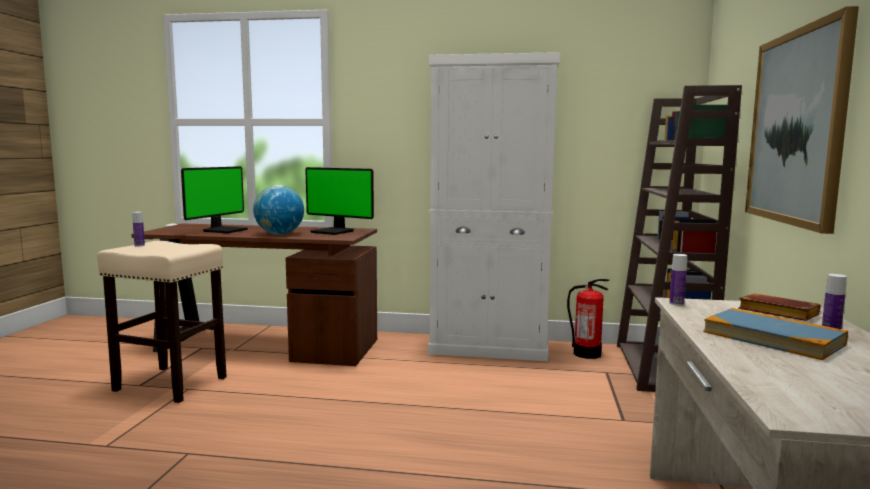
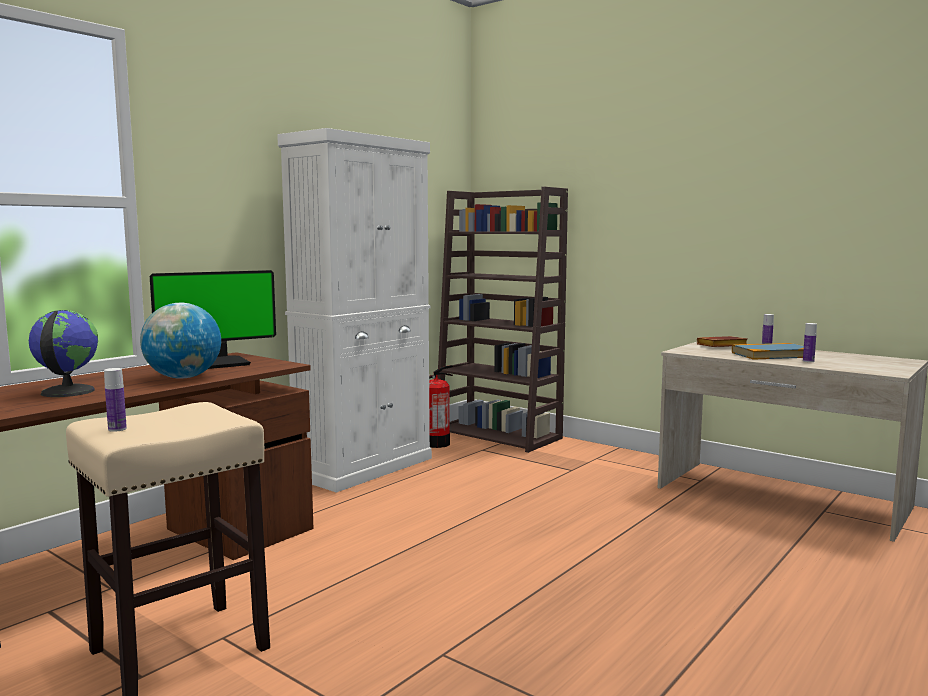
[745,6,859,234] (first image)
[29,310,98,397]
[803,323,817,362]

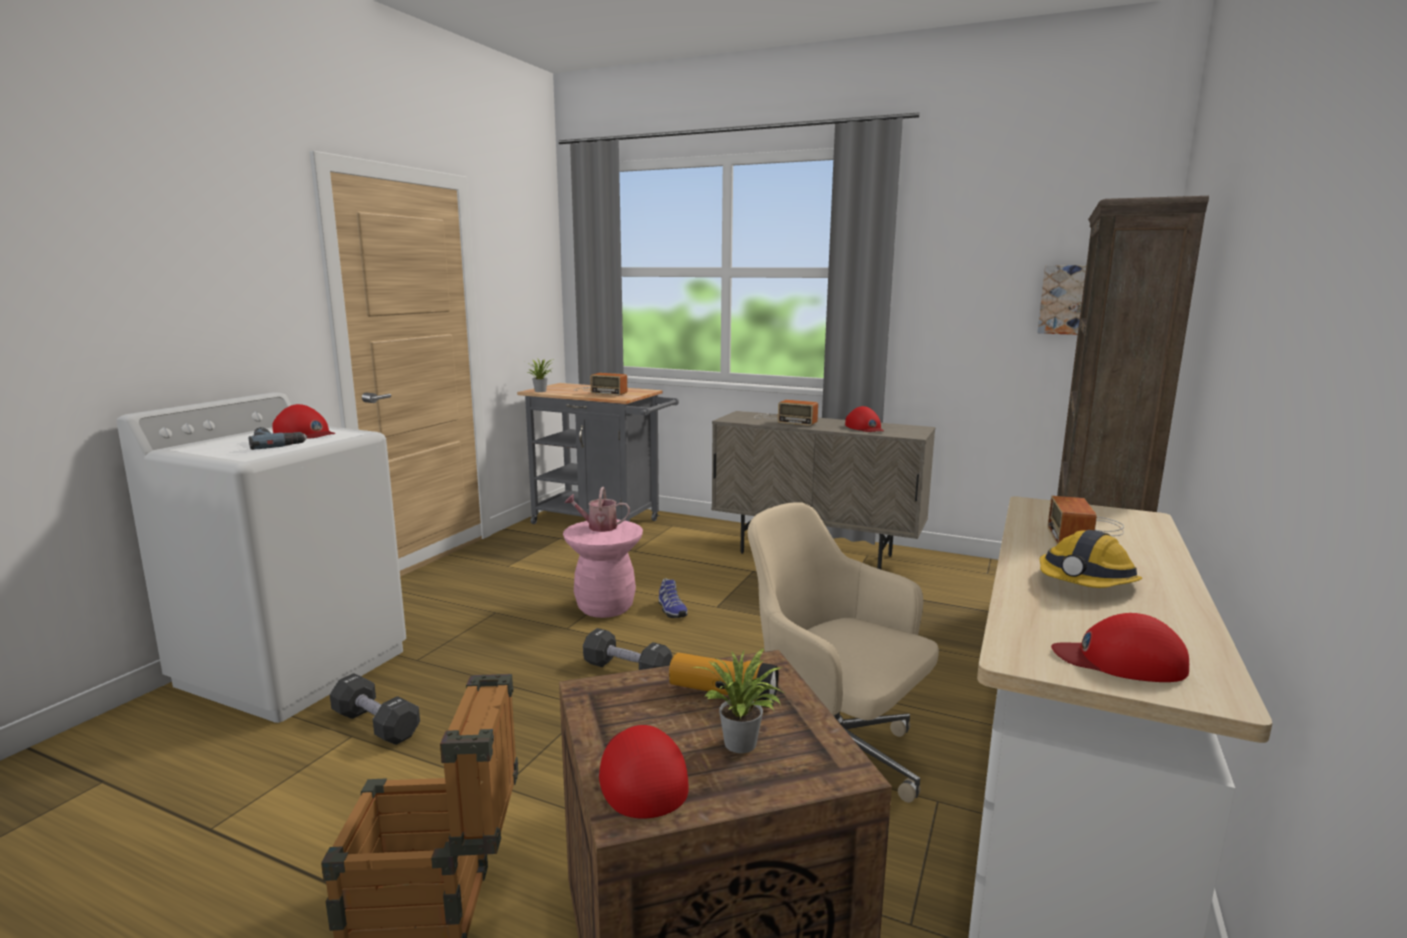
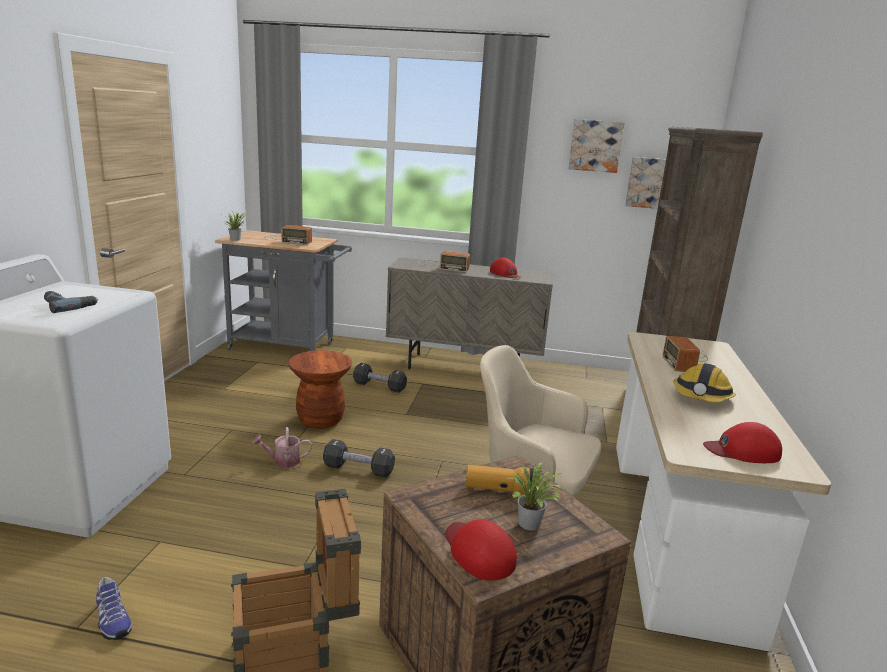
[272,404,336,438] (first image)
[252,427,312,468]
[288,350,352,429]
[96,577,132,640]
[353,363,407,393]
[569,119,624,173]

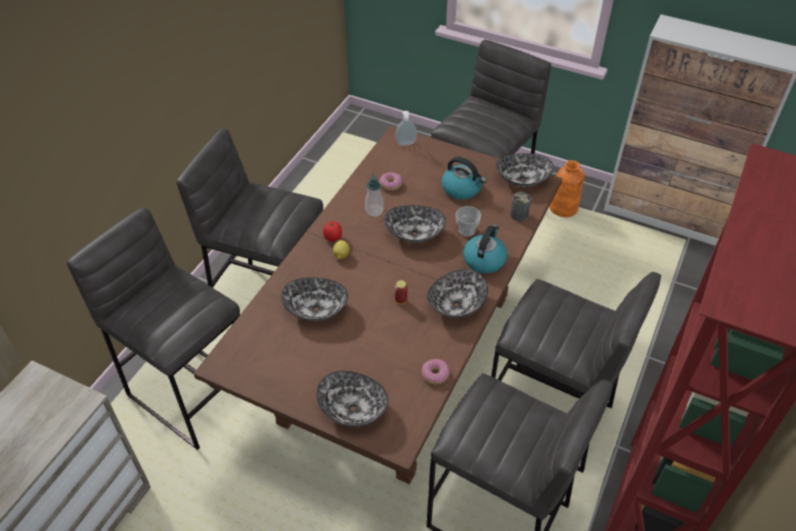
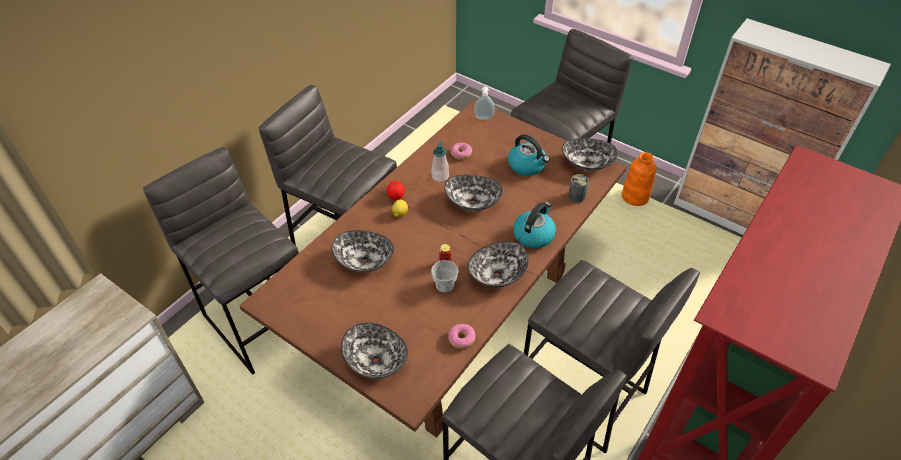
[431,260,459,292]

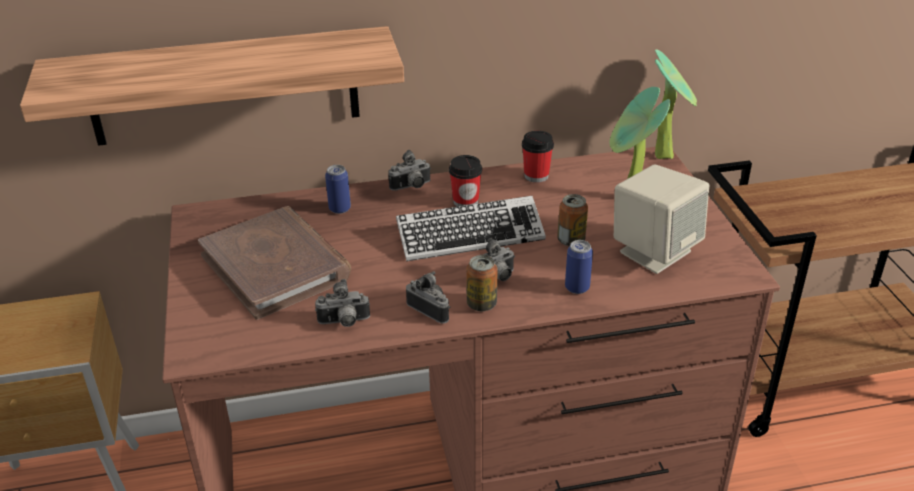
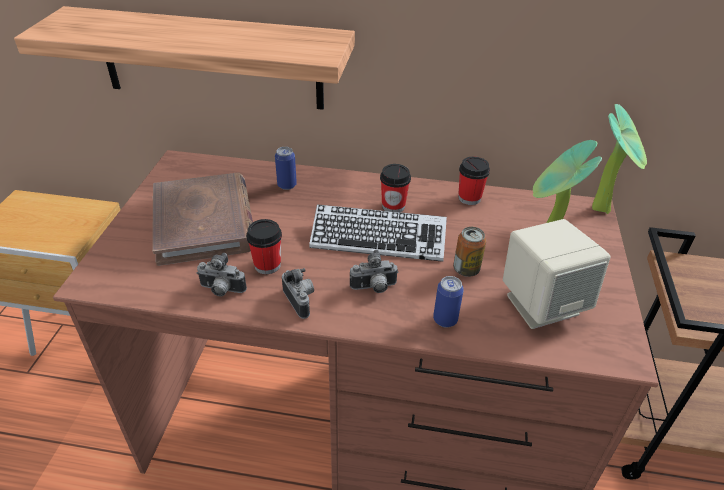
[388,150,431,191] (first image)
[466,255,498,311] (first image)
[246,219,282,274]

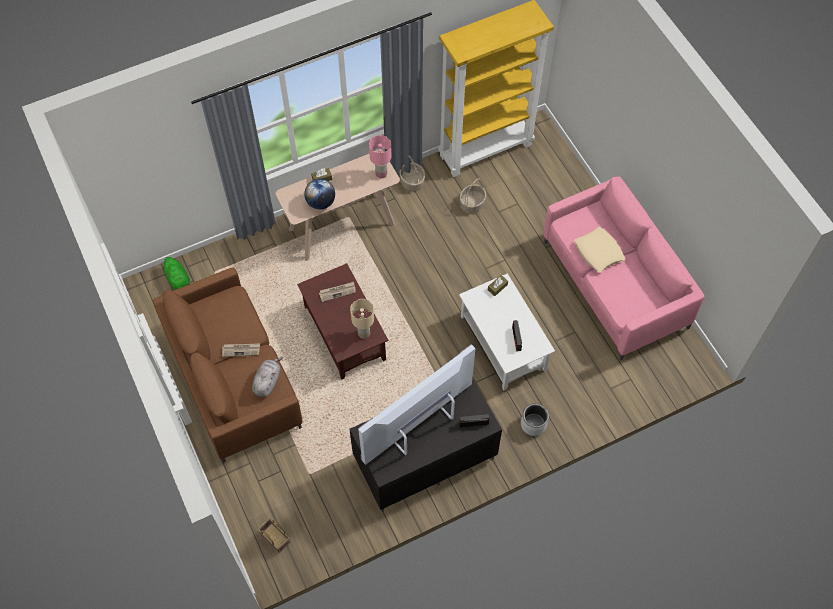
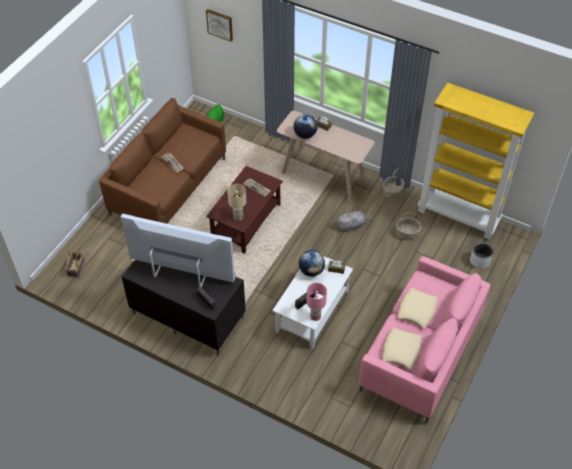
[306,283,327,321]
[337,211,372,231]
[470,242,494,269]
[206,9,233,42]
[299,250,325,277]
[382,327,421,369]

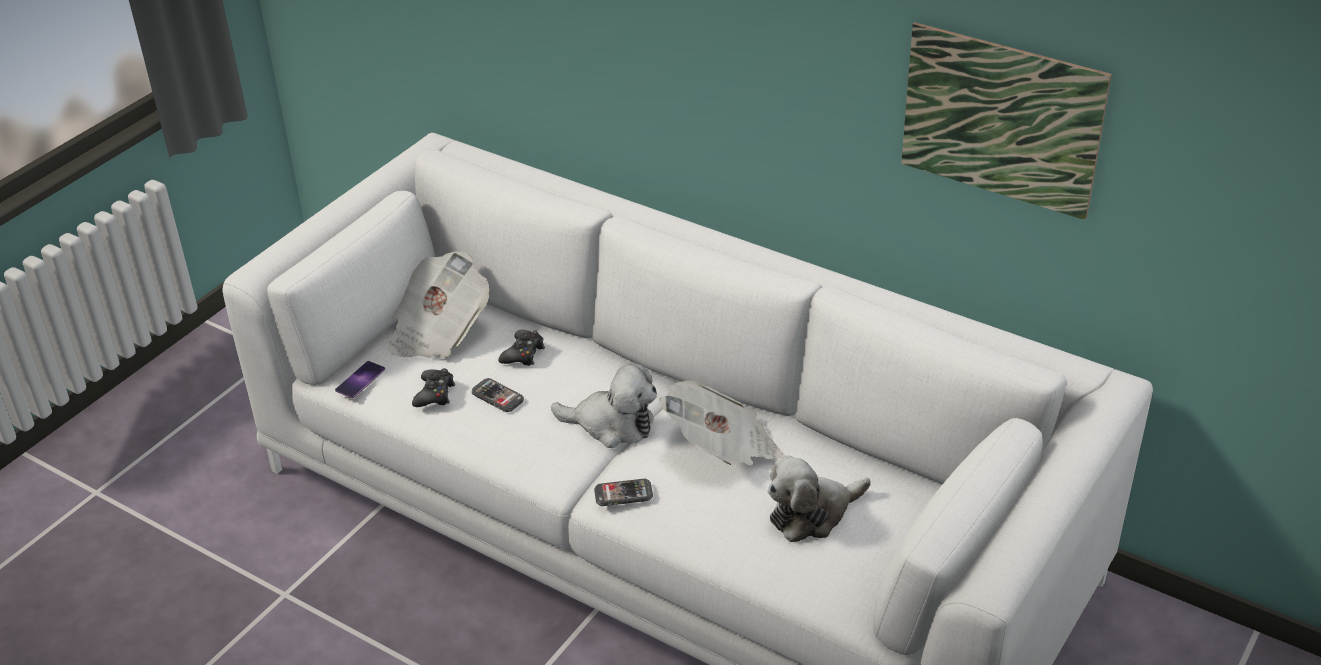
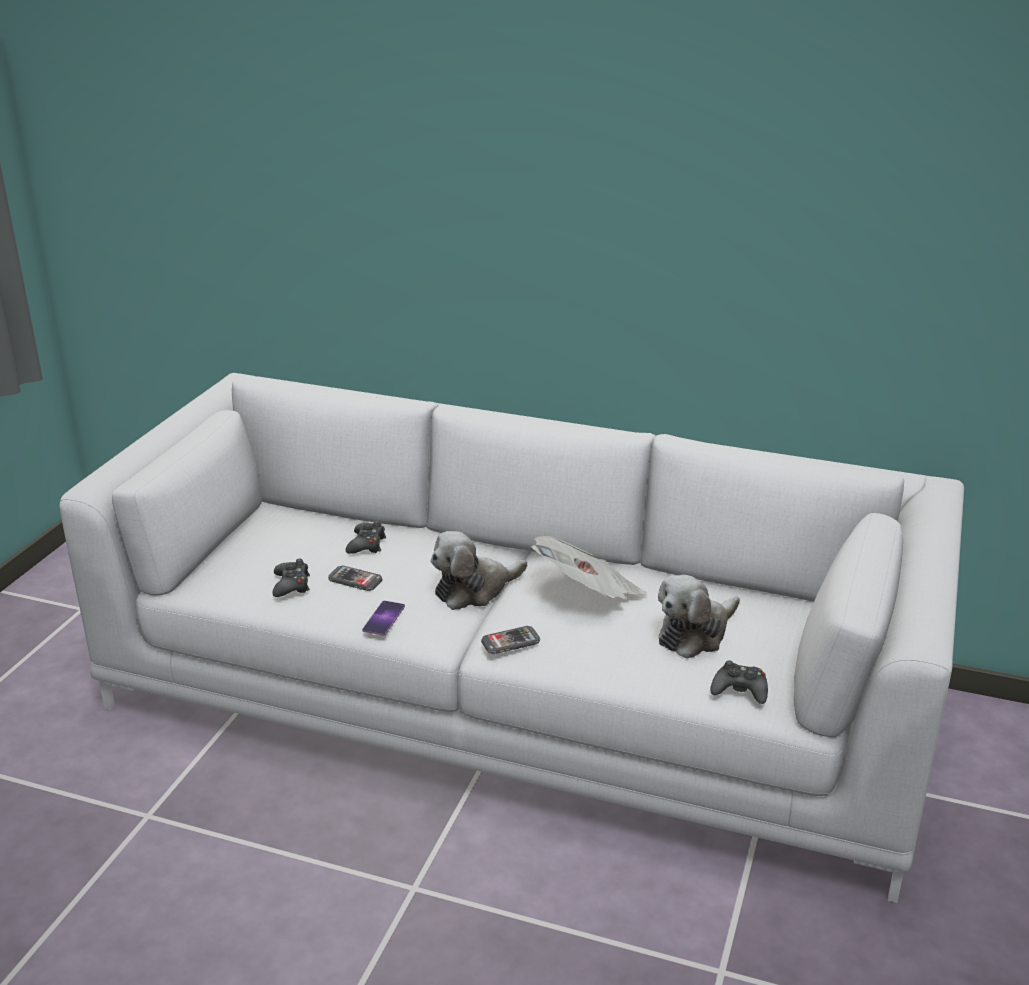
[901,22,1112,220] (first image)
[388,251,489,358] (first image)
[362,601,405,636]
[431,531,527,610]
[710,660,768,704]

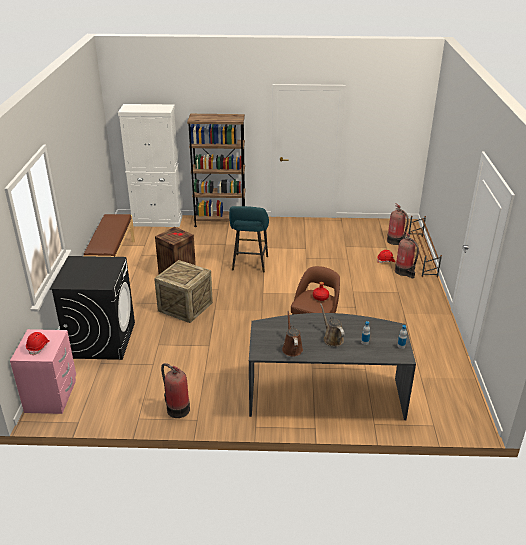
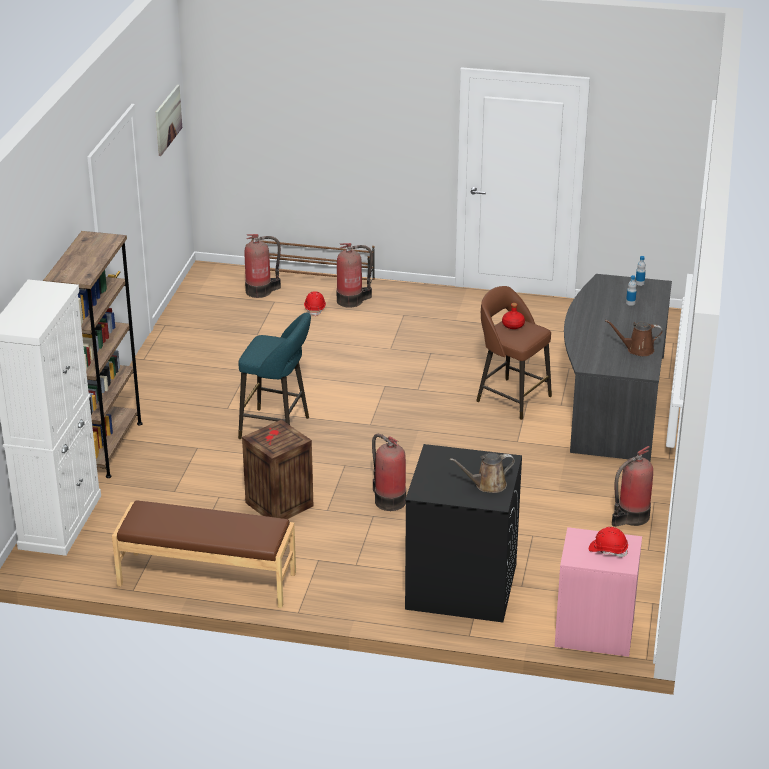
[372,434,406,511]
[450,453,515,493]
[155,85,182,156]

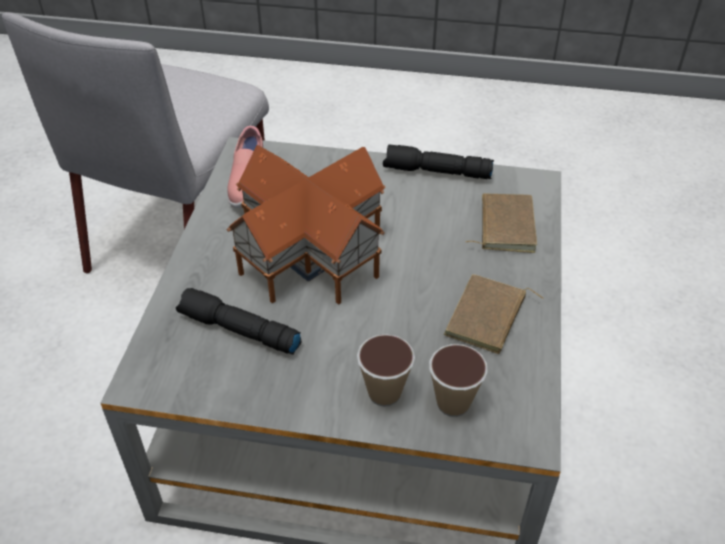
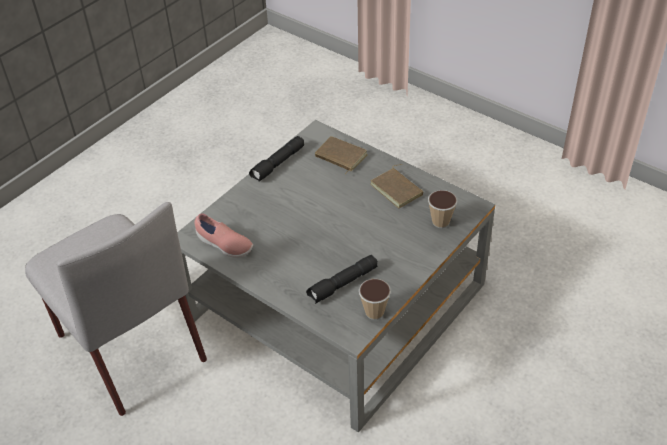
[226,145,386,305] (first image)
[359,279,391,320]

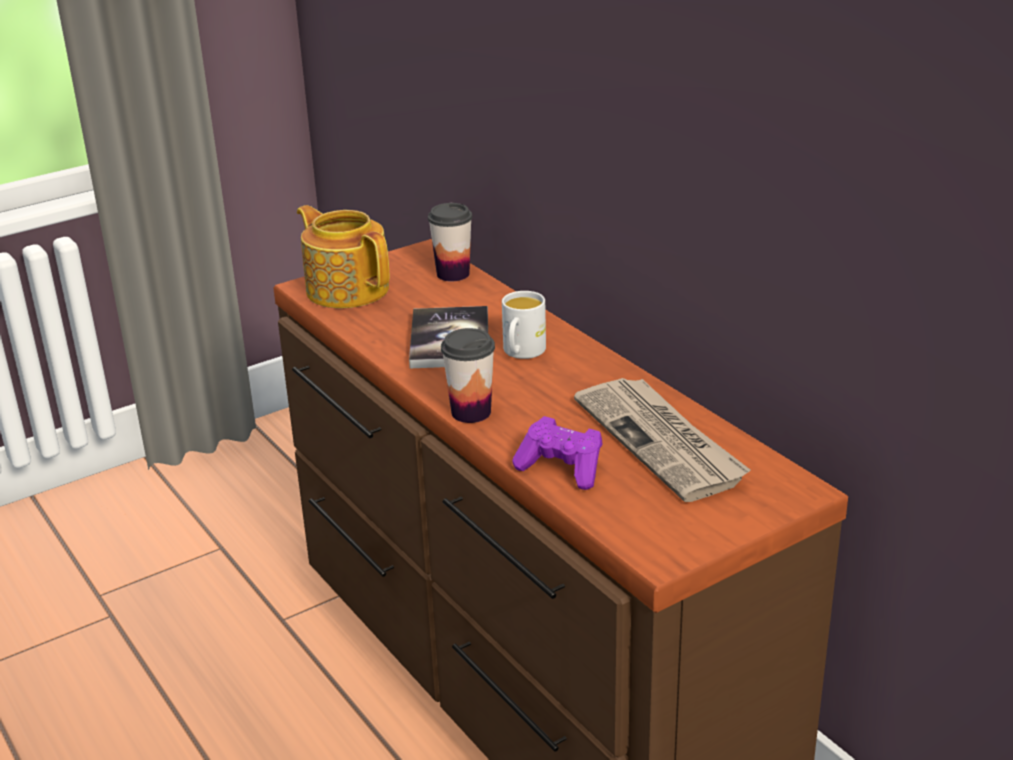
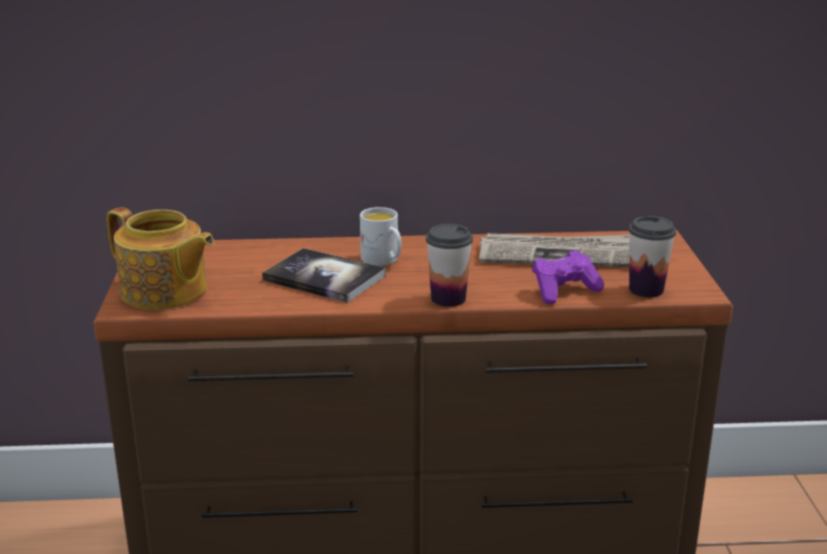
[629,216,676,297]
[107,207,214,310]

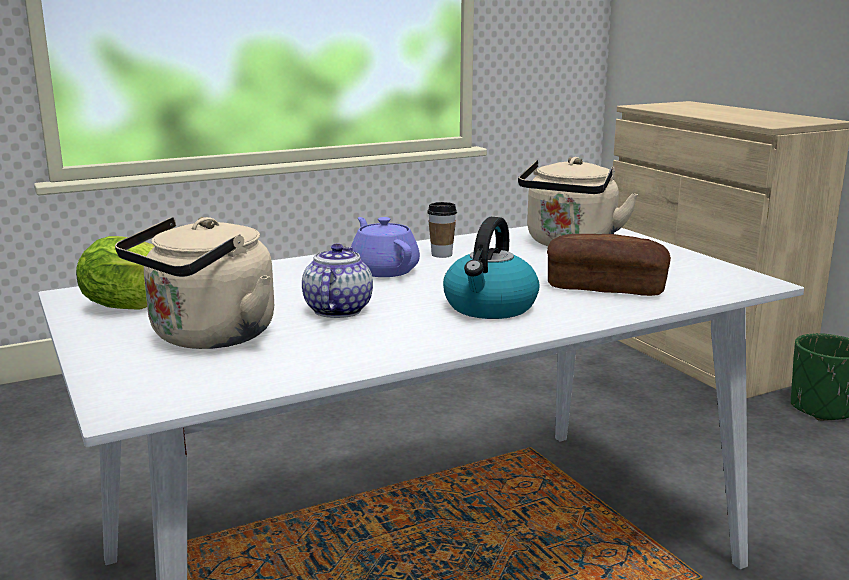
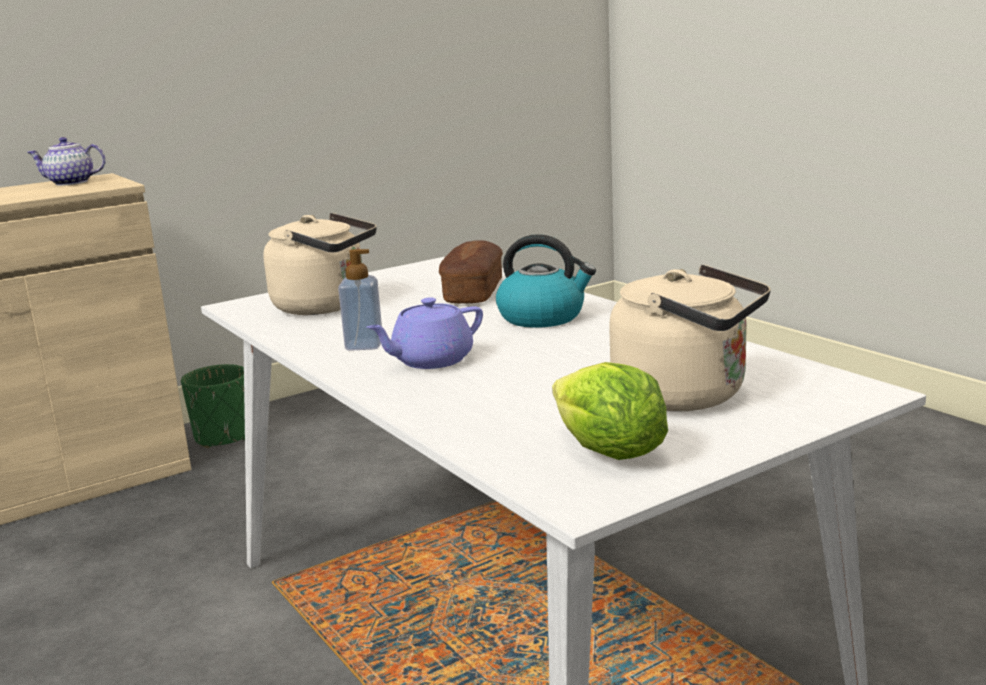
[338,249,382,351]
[27,137,106,186]

